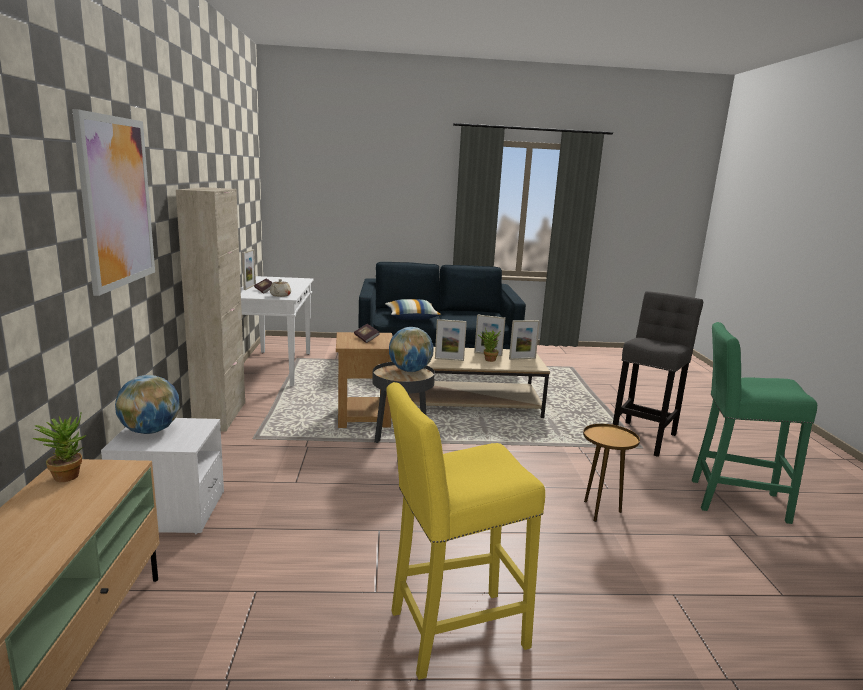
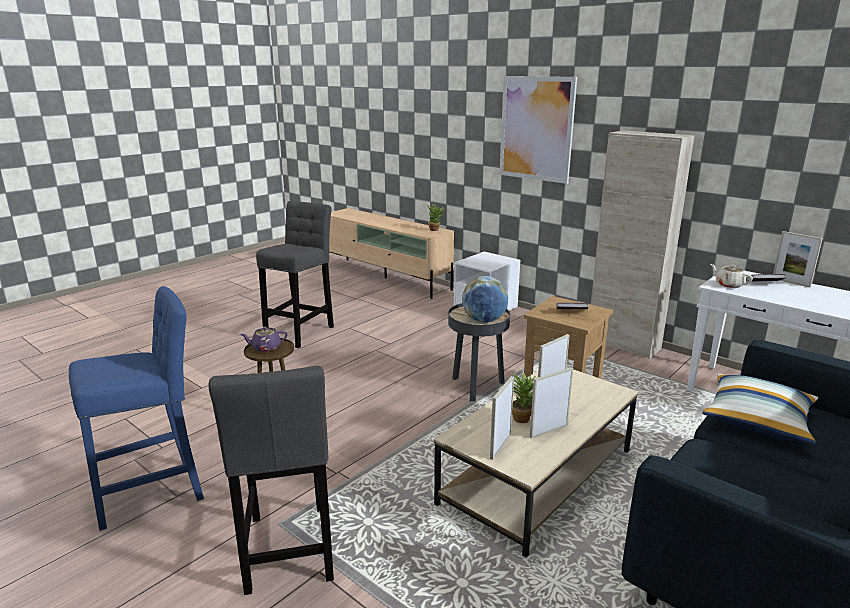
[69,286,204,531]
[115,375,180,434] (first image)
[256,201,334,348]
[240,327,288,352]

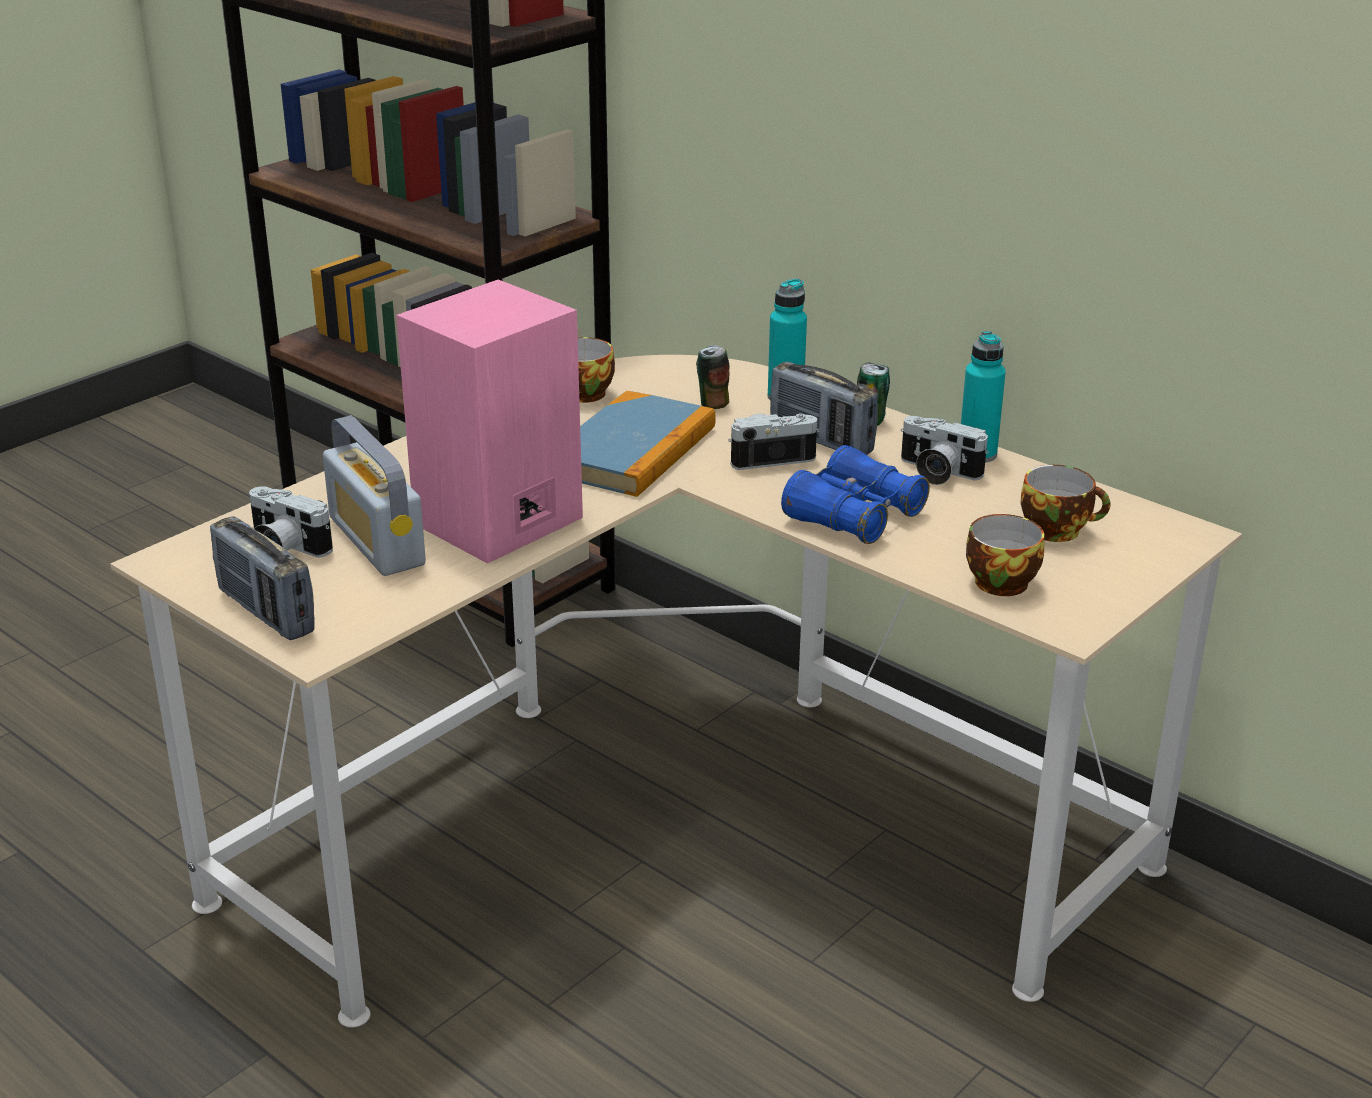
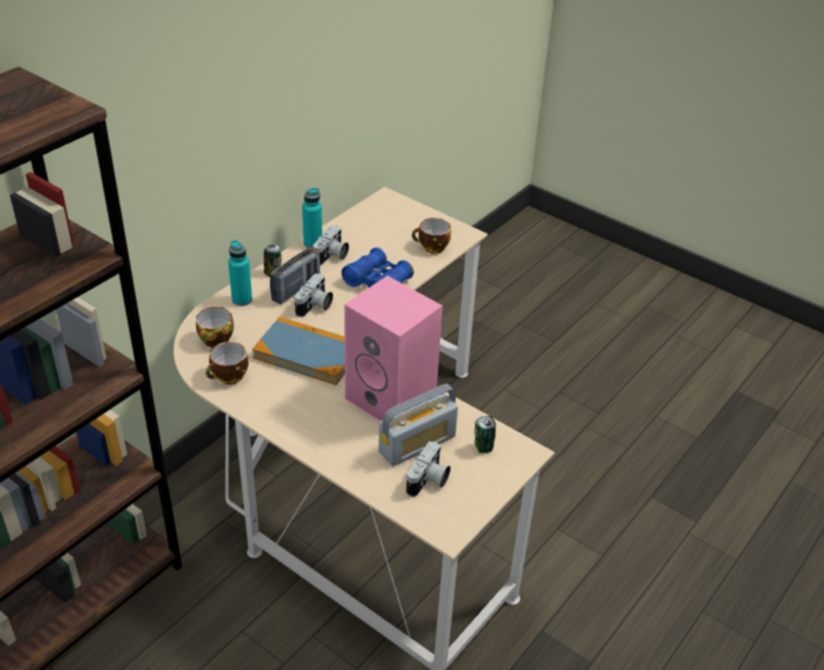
[475,416,496,453]
[295,273,333,317]
[196,307,234,348]
[210,517,315,640] (first image)

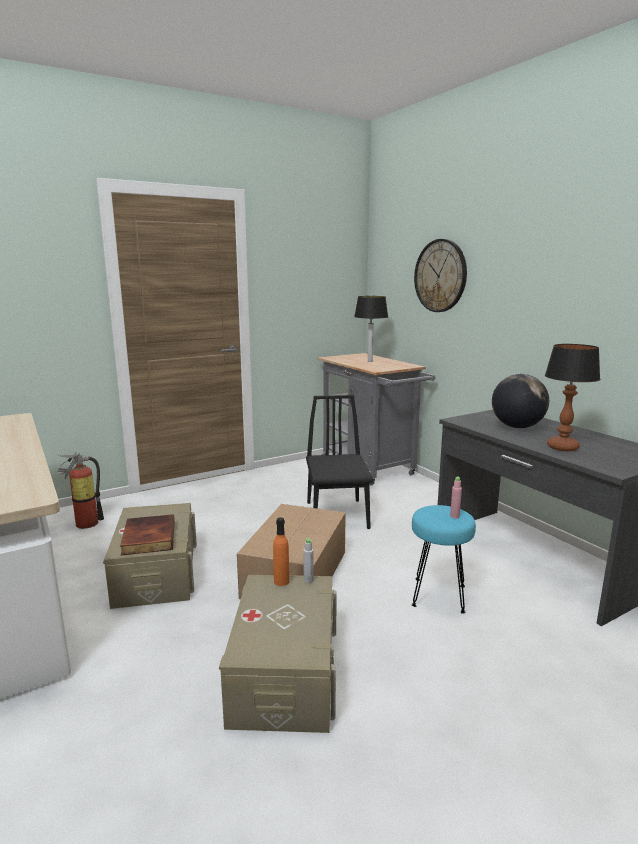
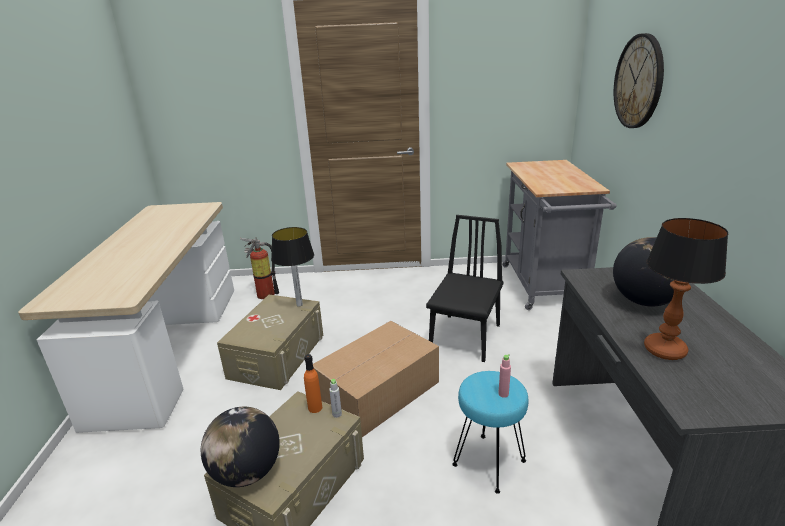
[271,227,314,307]
[120,514,175,556] (first image)
[201,407,280,487]

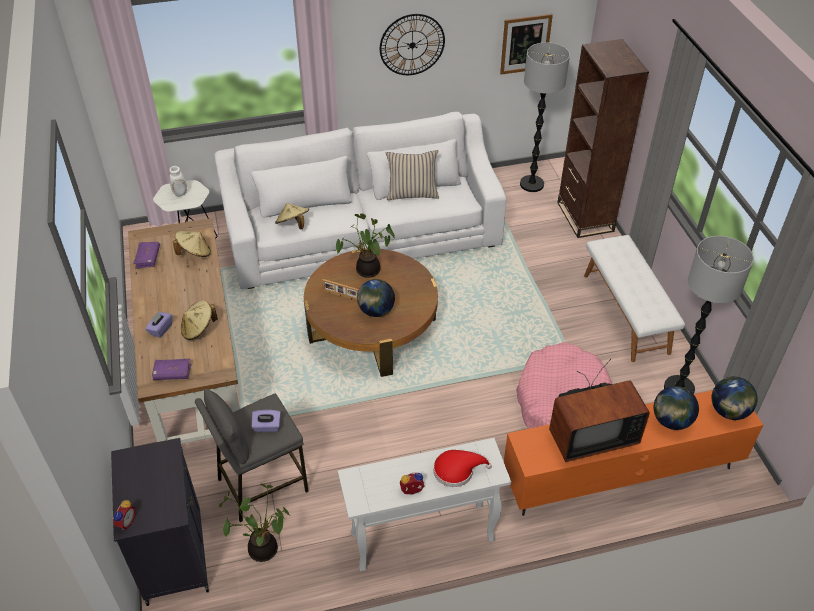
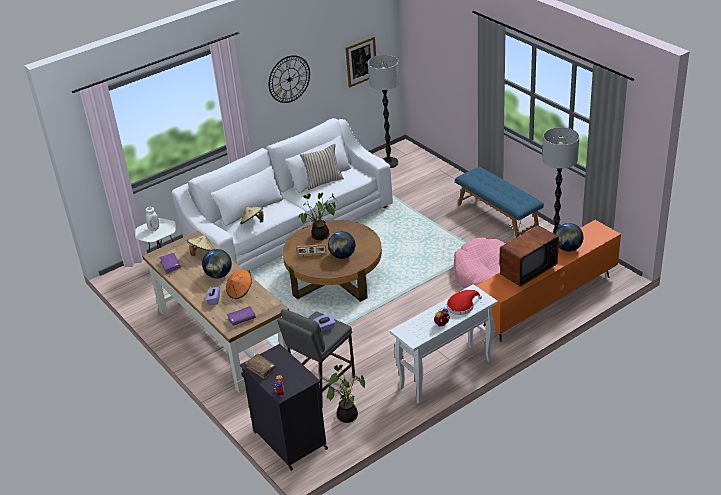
[557,39,649,238] (first image)
[455,167,544,238]
[226,270,252,299]
[202,249,232,278]
[245,354,276,379]

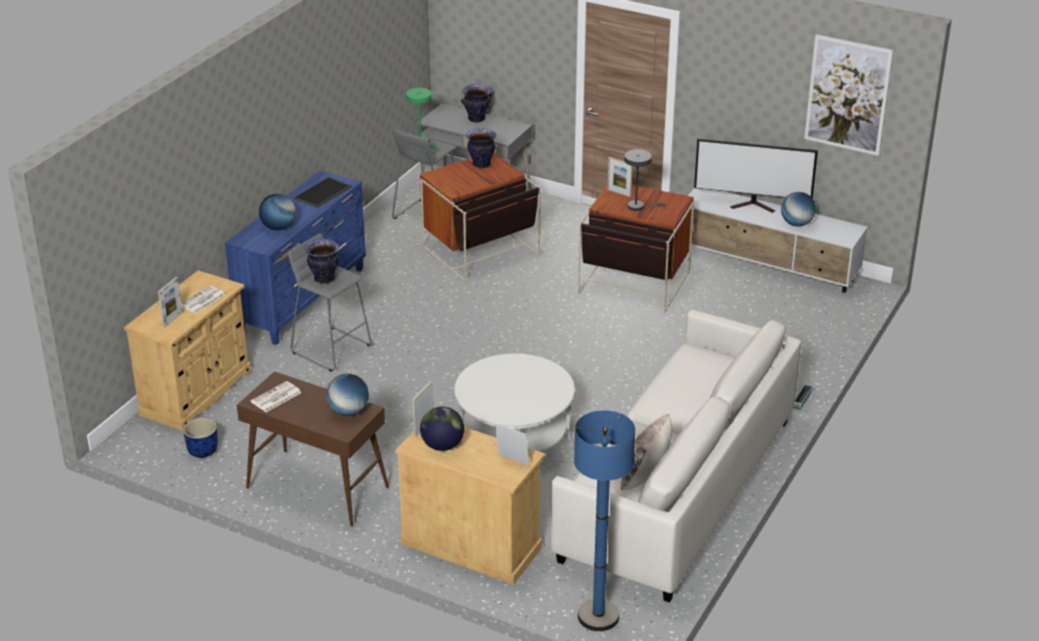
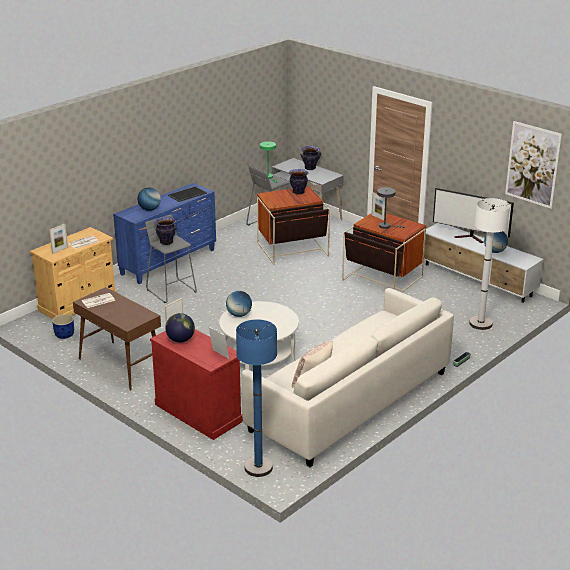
[226,291,252,317]
[150,329,243,440]
[469,198,510,330]

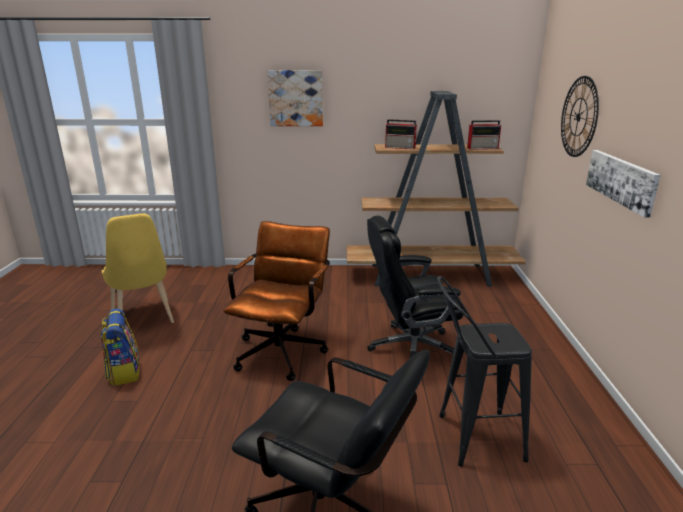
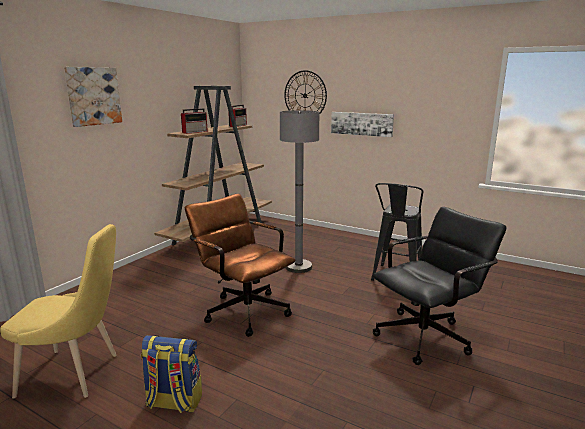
[280,110,319,273]

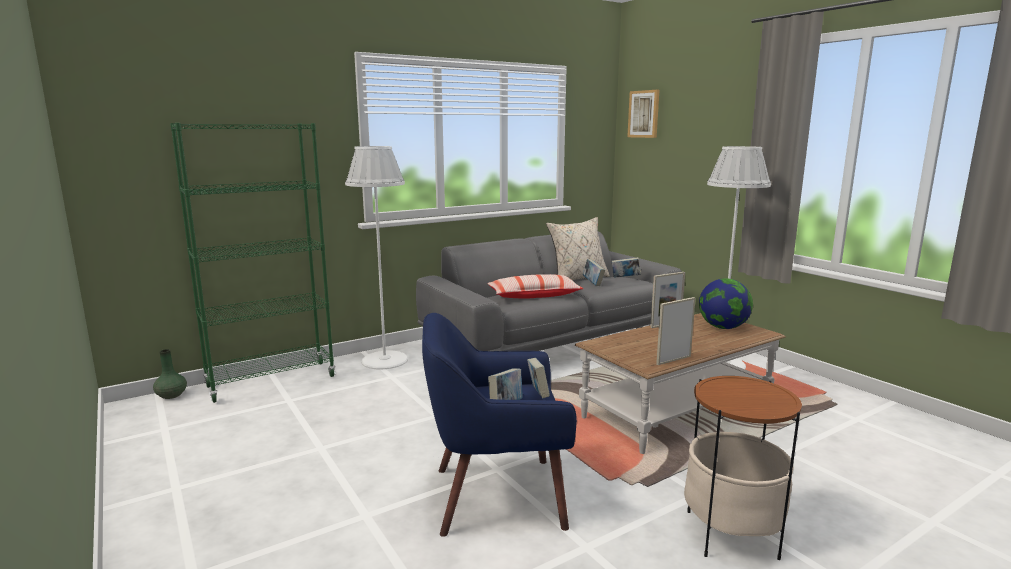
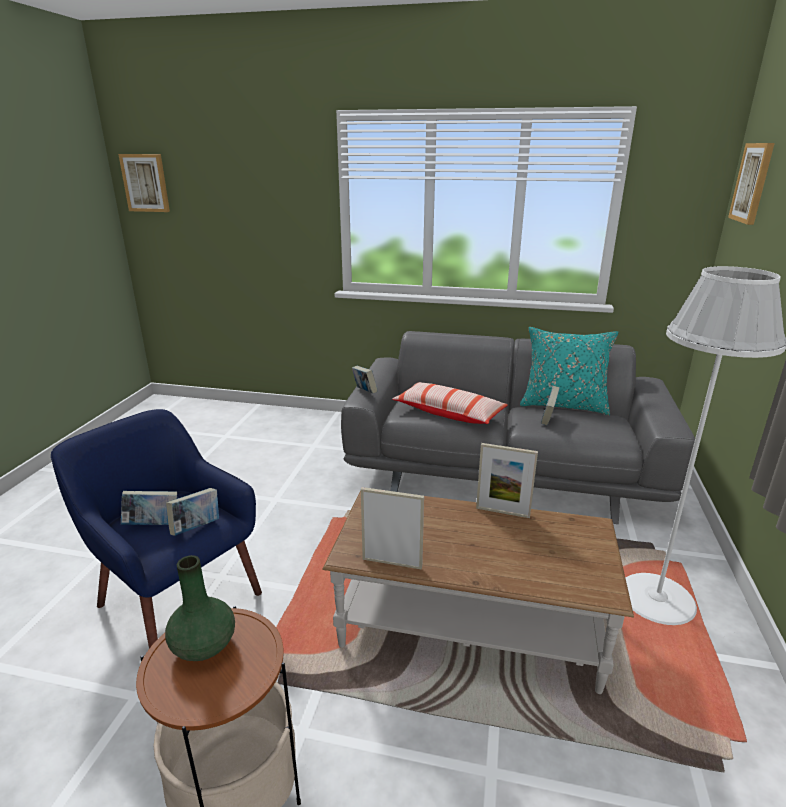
[170,123,336,403] (first image)
[345,146,408,369] (first image)
[520,327,618,415]
[352,366,378,394]
[699,278,753,329] (first image)
[165,555,235,661]
[118,154,170,212]

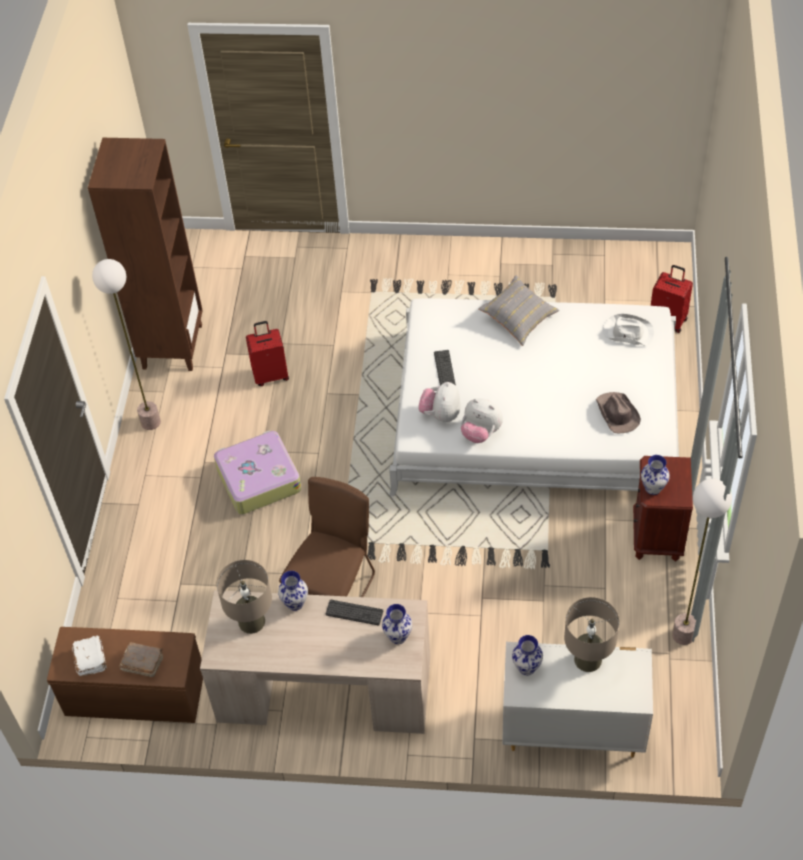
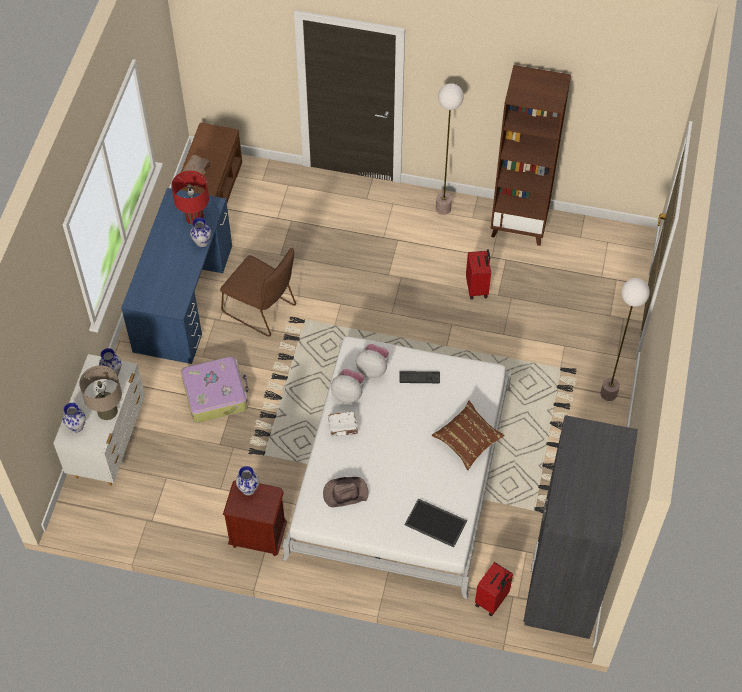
[432,401,504,470]
[404,499,467,547]
[331,369,364,403]
[181,356,248,423]
[600,278,650,401]
[171,171,209,225]
[121,188,232,364]
[326,600,383,625] (first image)
[63,403,86,432]
[328,412,358,436]
[523,415,638,639]

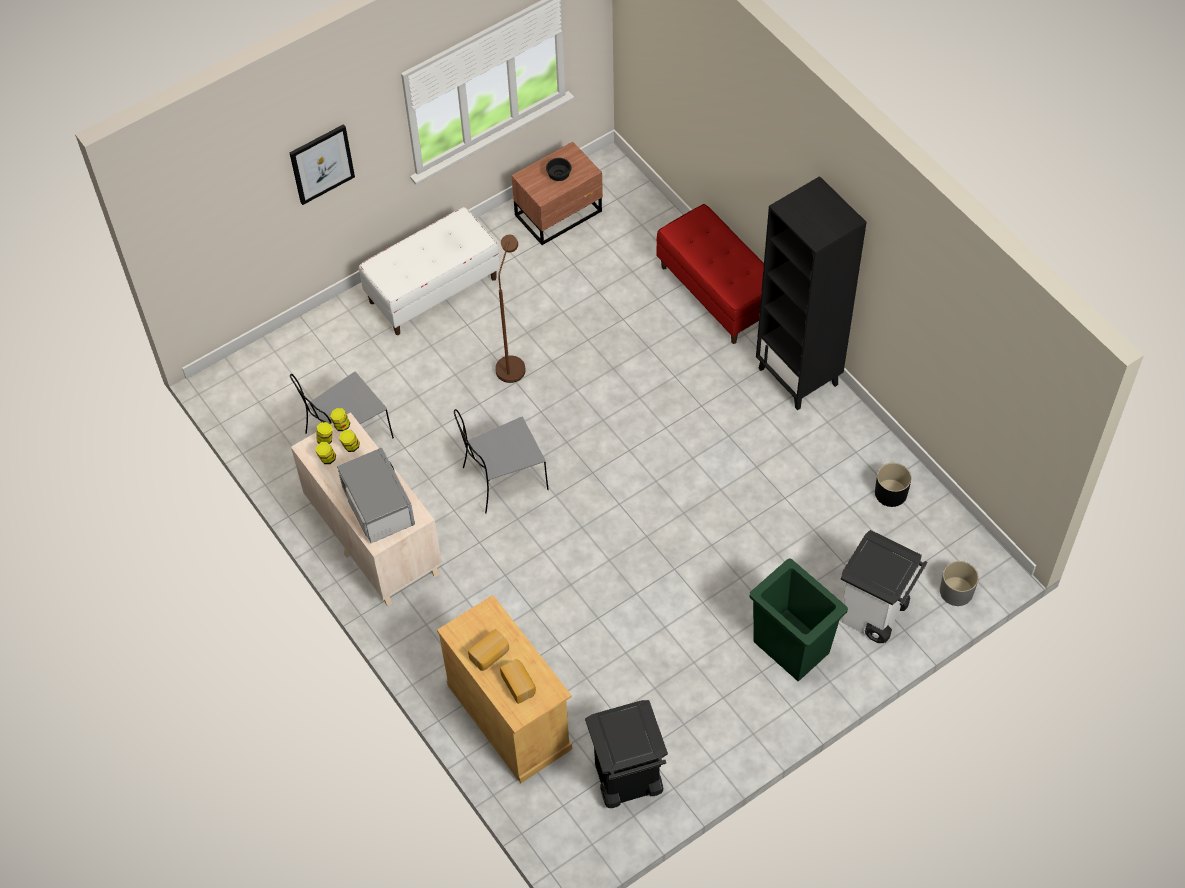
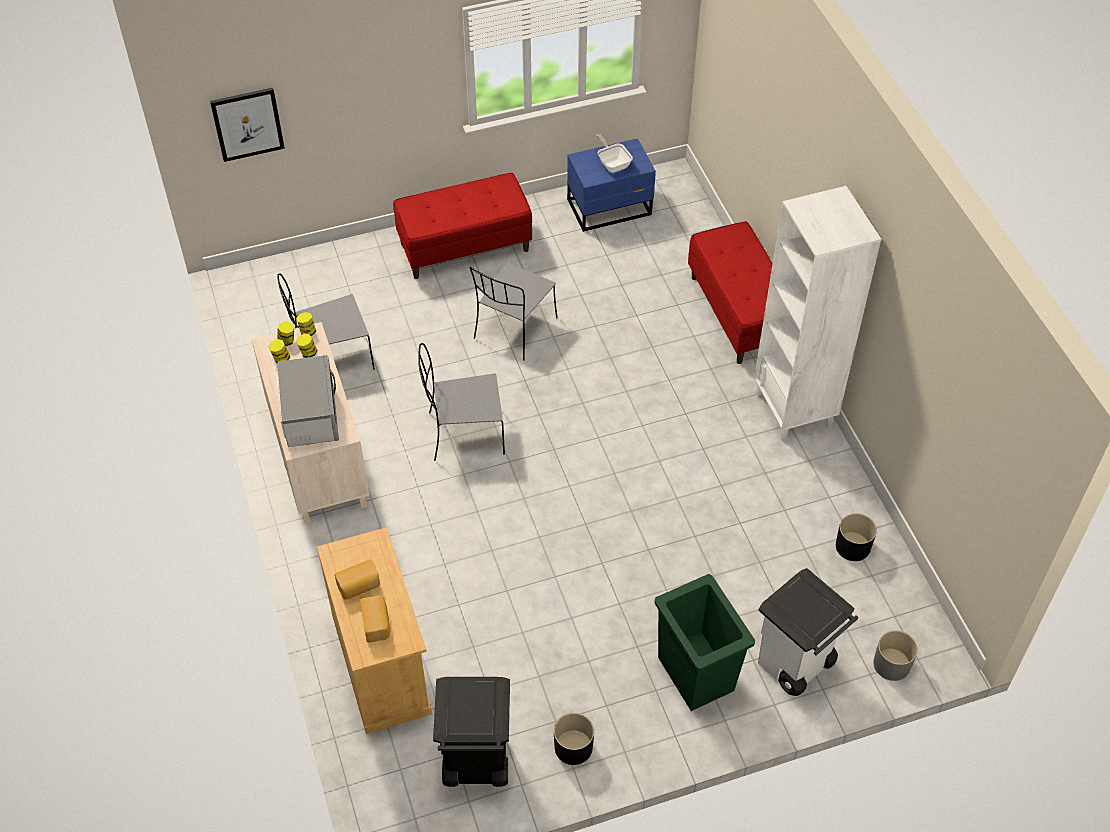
[210,88,285,162]
[567,138,656,232]
[597,134,633,173]
[754,186,881,442]
[393,173,532,279]
[470,263,557,360]
[554,713,594,765]

